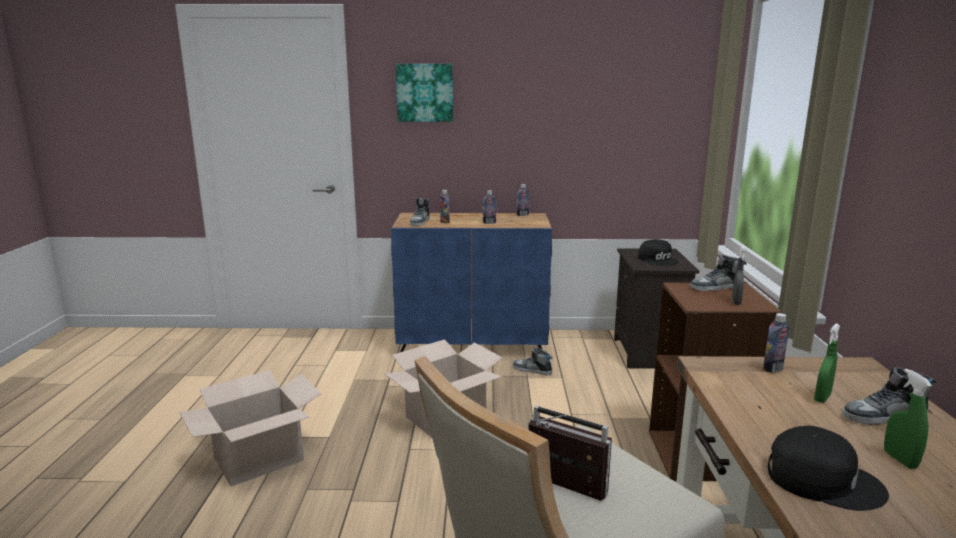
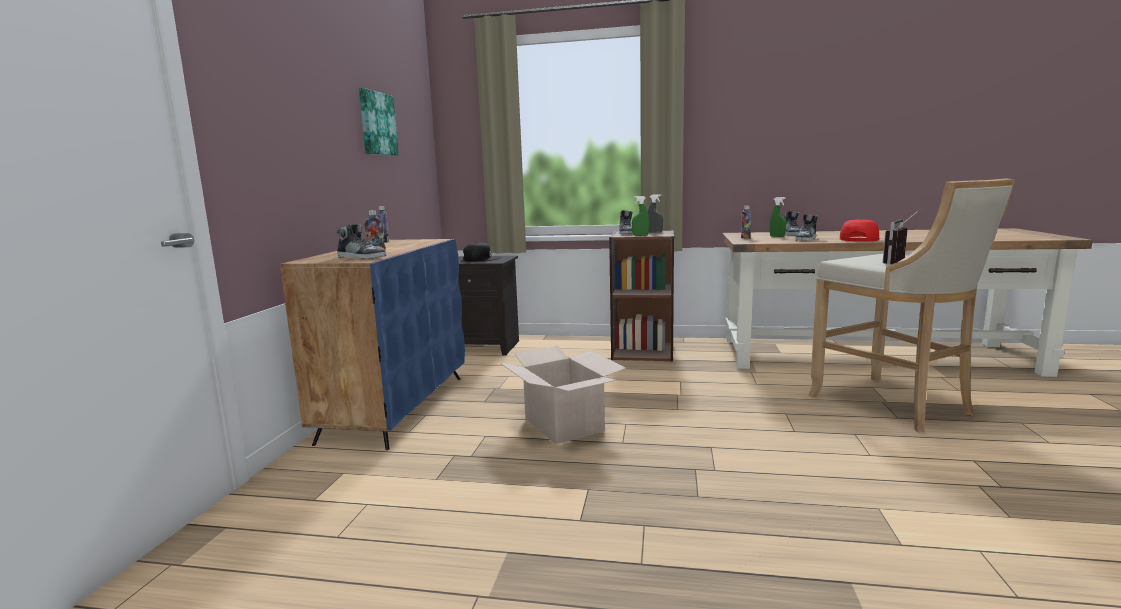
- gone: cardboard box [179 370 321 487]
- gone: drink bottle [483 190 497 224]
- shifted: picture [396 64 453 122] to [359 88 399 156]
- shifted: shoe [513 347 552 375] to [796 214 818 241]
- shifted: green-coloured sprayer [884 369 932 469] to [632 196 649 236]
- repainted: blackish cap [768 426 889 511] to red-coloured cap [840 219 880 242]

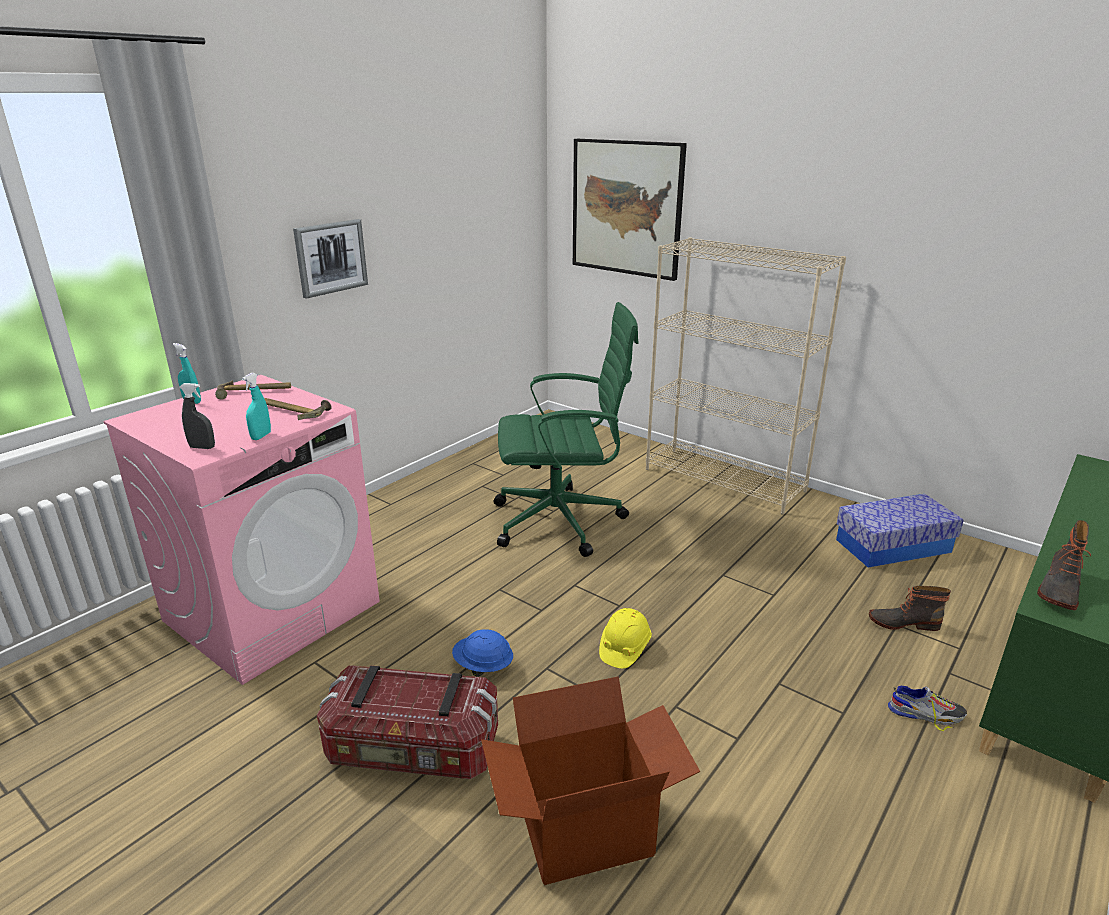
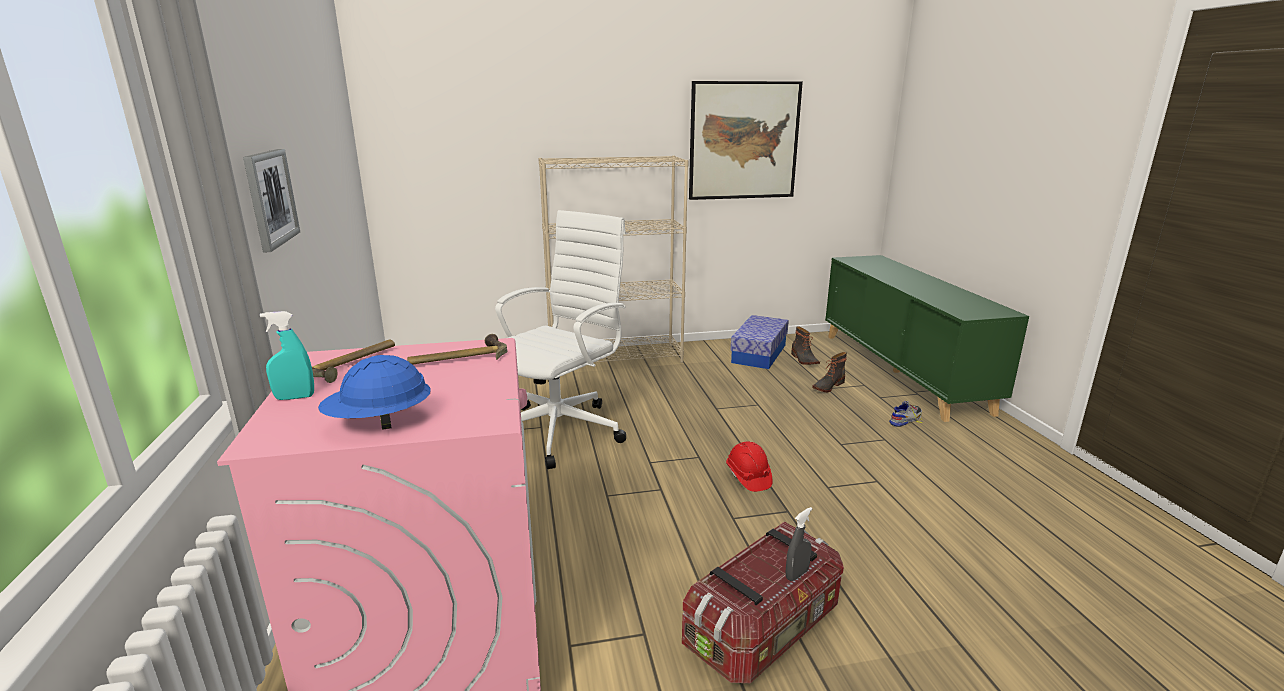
- gone: blue-green sprayer [242 373 271 440]
- gone: cardboard box [481 676 700 885]
- shifted: grey sprayer [180 383 215 449] to [786 507 812 581]
- shifted: bluish hard hat [452 629 513 677] to [318 355 431 430]
- shifted: picture [573 139 687 281] to [689 81 803 200]
- shifted: tall boot [1037 520 1091 610] to [791 327 820 365]
- repainted: green-coloured computer chair [494 302 639 557] to white computer chair [495 210 626 469]
- repainted: yellow hard hat [599 608 652 669] to red-coloured hard hat [726 441 773 492]

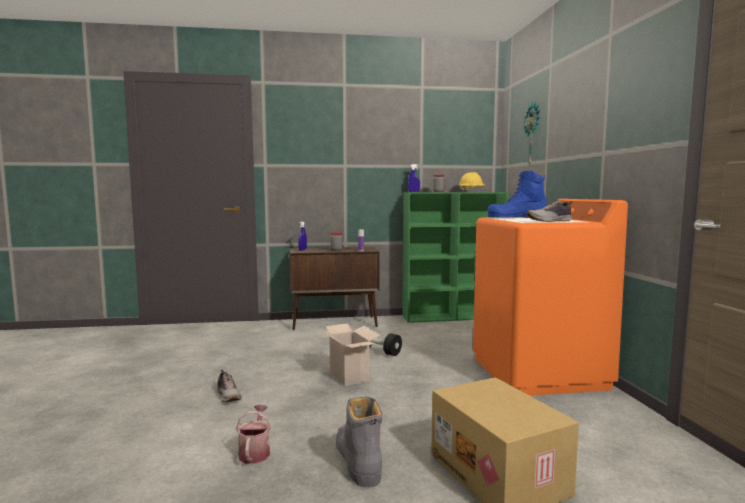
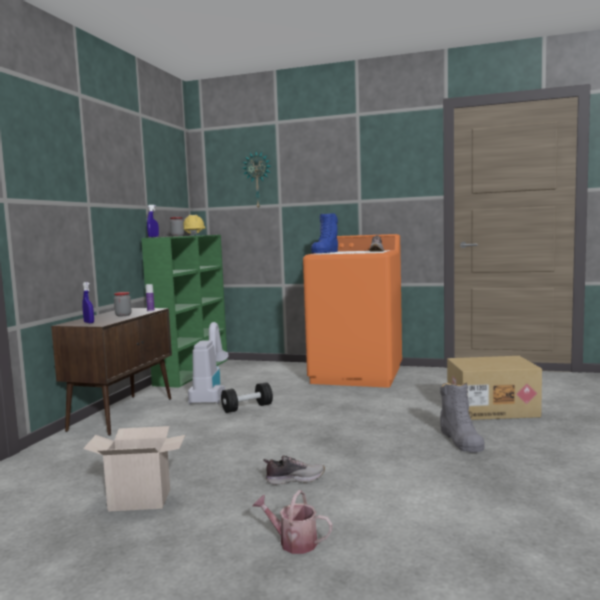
- new: vacuum cleaner [188 322 229 404]
- shifted: watering can [236 405 271 464] to [253 490 333 554]
- shifted: cardboard box [320 323 380 386] to [83 426 185 512]
- rotated: grey tall boot [336 397 382 487] = [440 383 485 453] 105 degrees counterclockwise

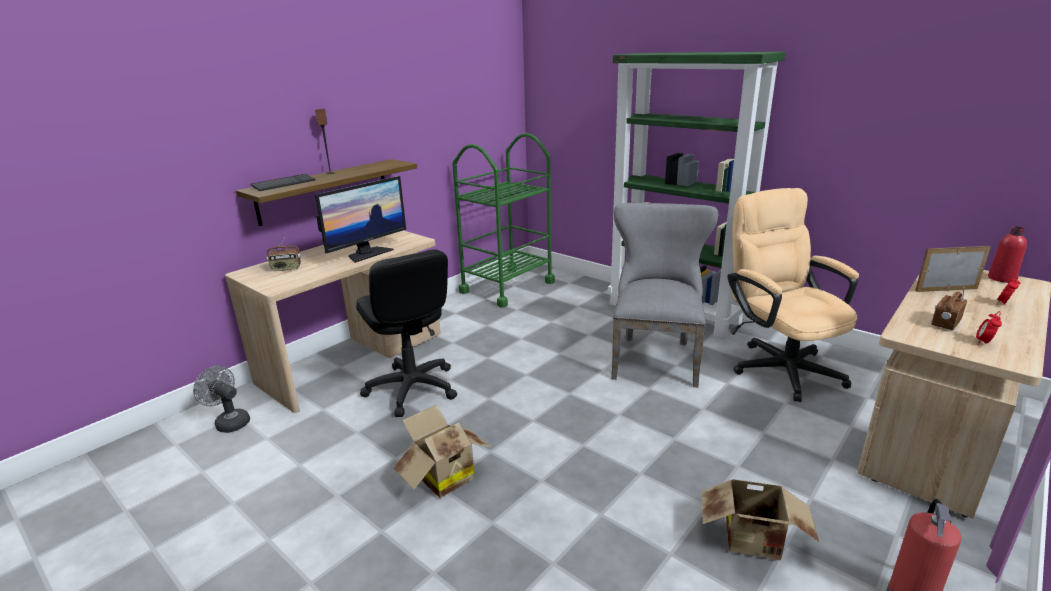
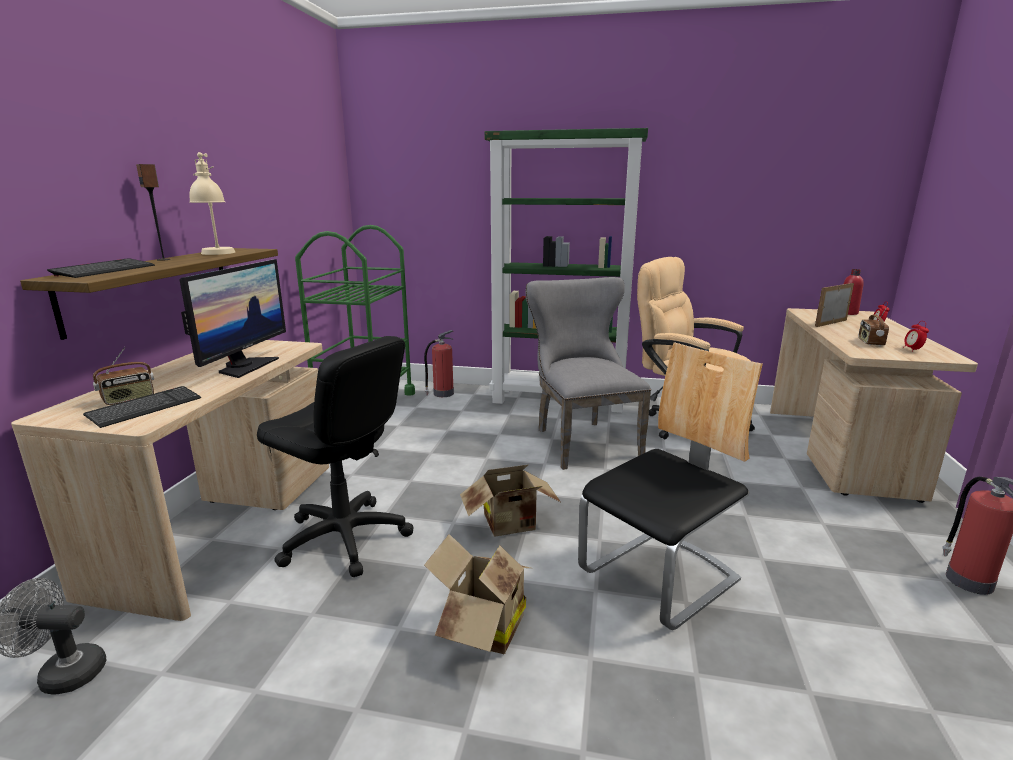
- new: keyboard [83 386 201 428]
- new: beige table lamp [189 152 235 255]
- new: fire-fighting cylinder [424 330 454 397]
- new: chair [578 342 763 630]
- shifted: cardboard box [701 479 819 560] to [460 465 560 536]

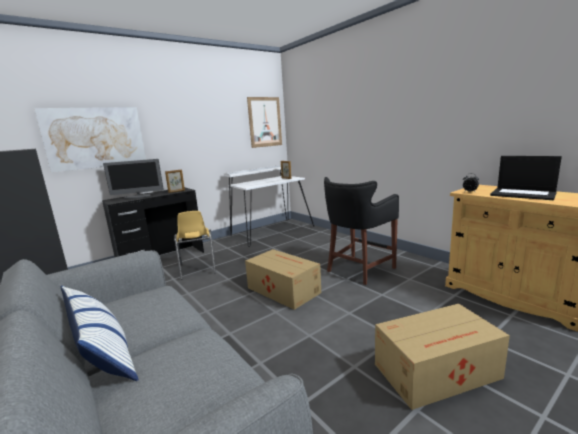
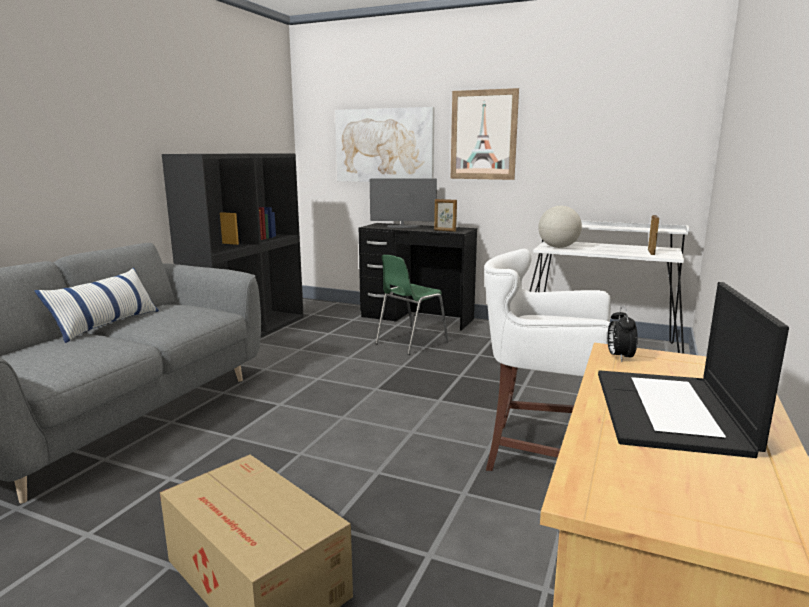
- gone: cardboard box [245 249 321 310]
- new: globe [538 206 582 248]
- shifted: picture [247 97 282 148] to [451 88 519 180]
- repainted: yellow chair [175 211 216 280] to green-coloured chair [375 255 449 355]
- repainted: blackish stool seat [324 177 399 285] to white stool seat [484 249 611 471]
- rotated: monitor [103 159 164 199] = [370 178 437 228] 135 degrees clockwise

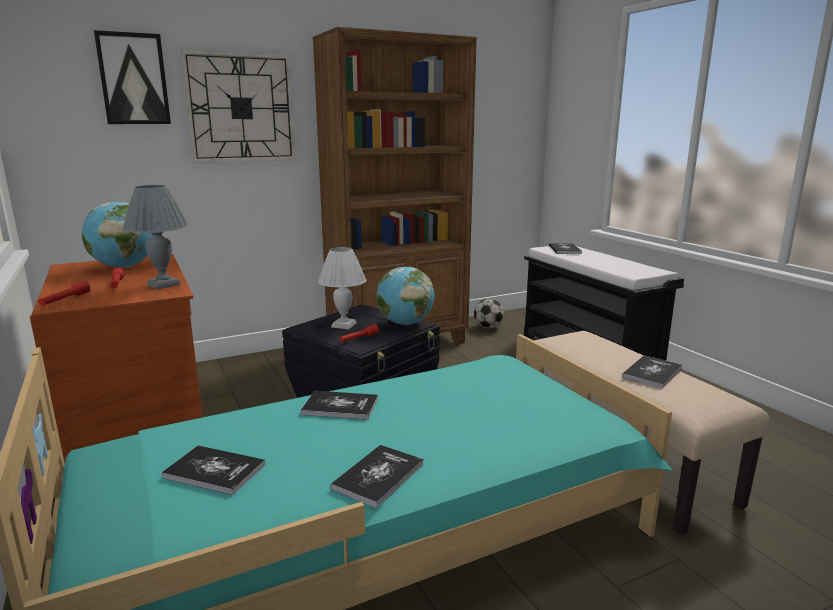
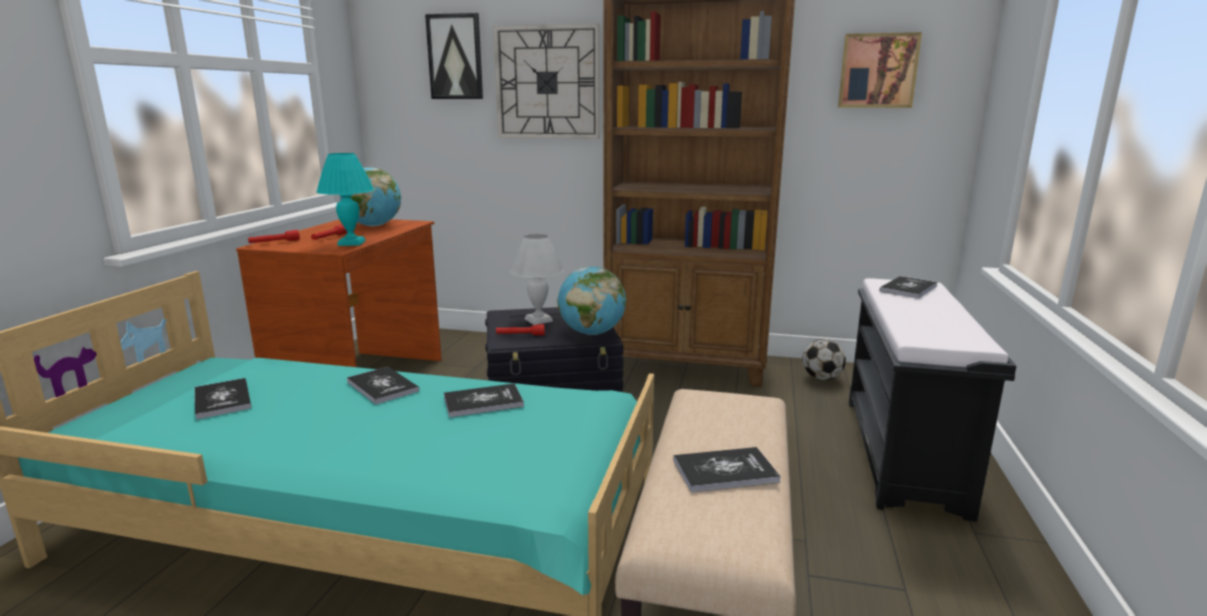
- new: picture [838 32 922 108]
- shifted: bound book [331 445 423 508] to [444 383 524 418]
- repainted: grey table lamp [122 185 188 289] to blue-green table lamp [316 153 374 246]

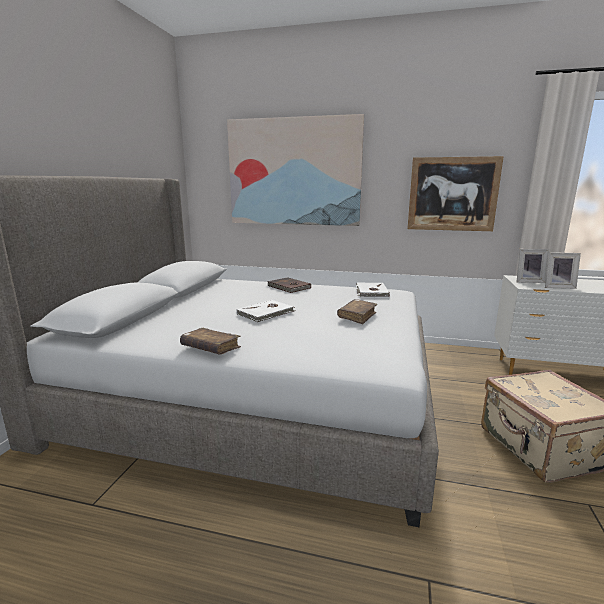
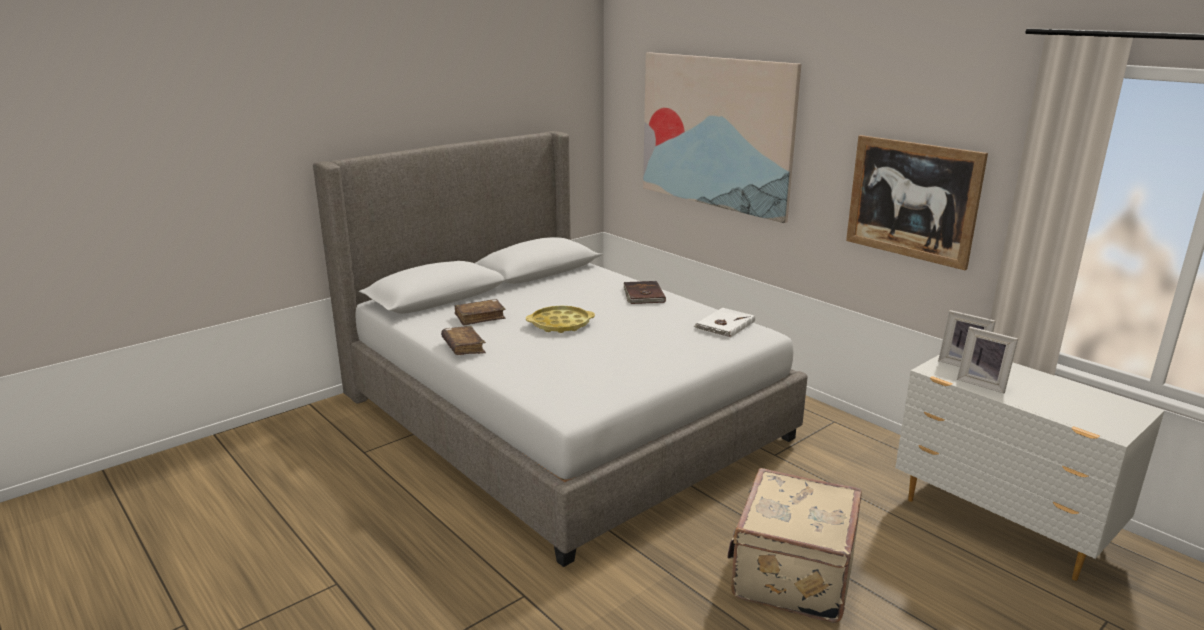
- shifted: brown bound book [337 299 377 324] to [455 299 506 326]
- swapped: white bound book [236 300 295 323] to yellow serving tray [526 306 595 333]

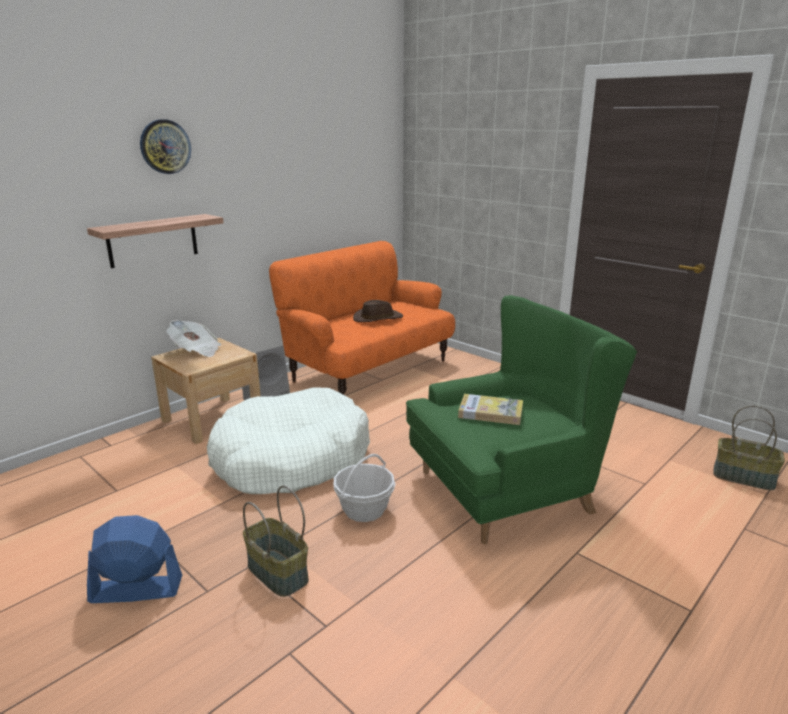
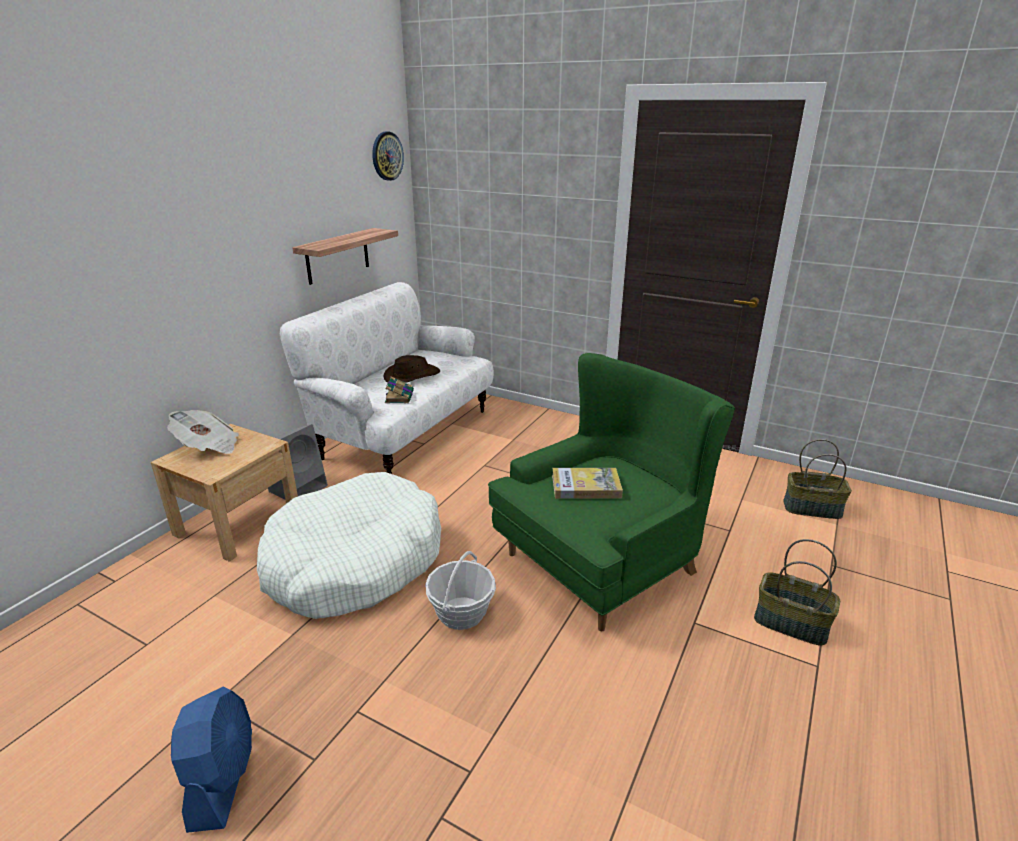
- new: bound book [385 377 414 403]
- shifted: wall shelf [87 214 224 268] to [292 228 398 285]
- shifted: clock on the wall [140 119 191 174] to [372 132 404 181]
- shifted: household basket [243 485 309 597] to [754 539 840 646]
- repainted: orangey couch [269 241 455 395] to white couch [280 282 494 474]
- rotated: bluish electric fan [87 515 182 603] = [171 687 252 833] 105 degrees clockwise

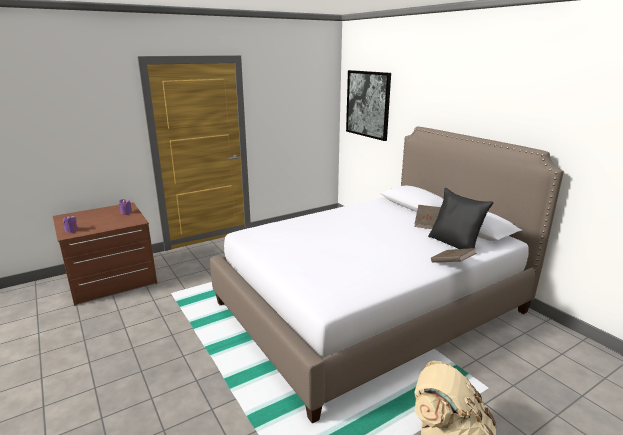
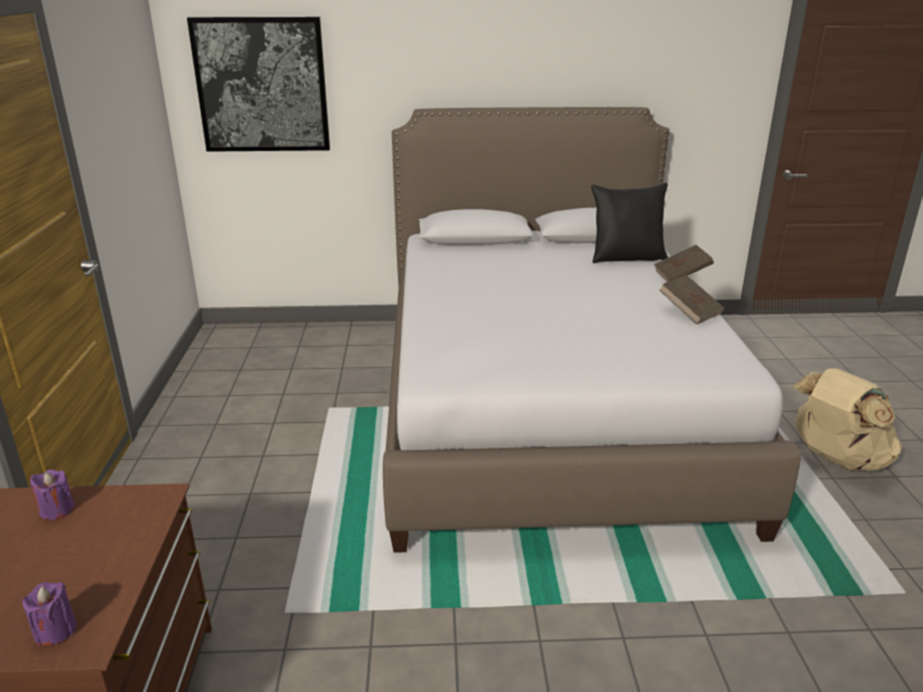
- shifted: brown bound book [414 205 441 229] to [659 275 724 324]

